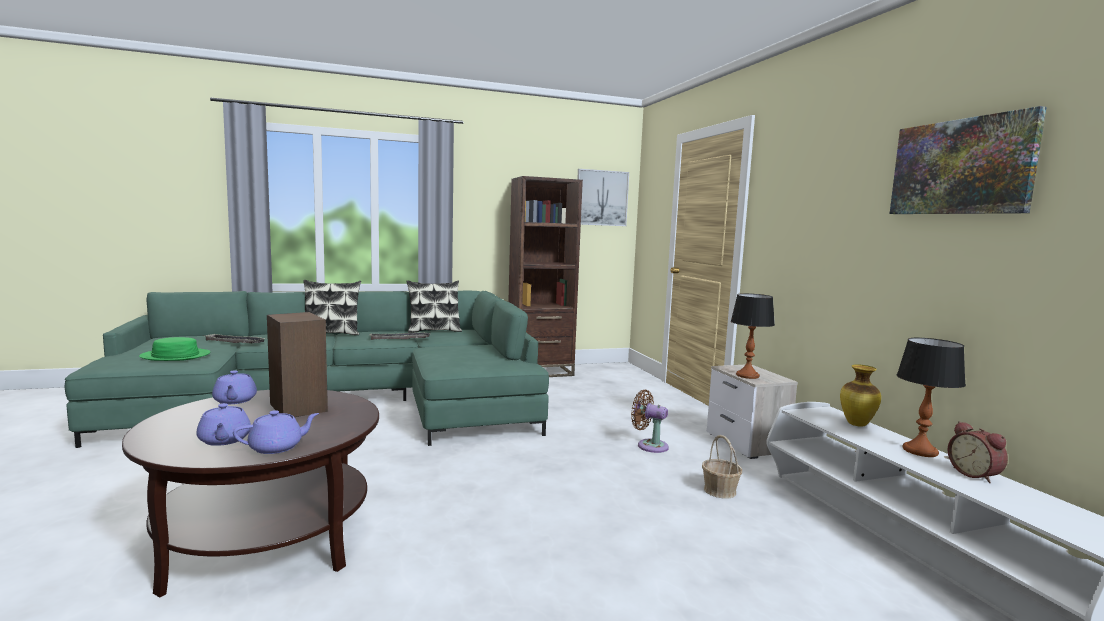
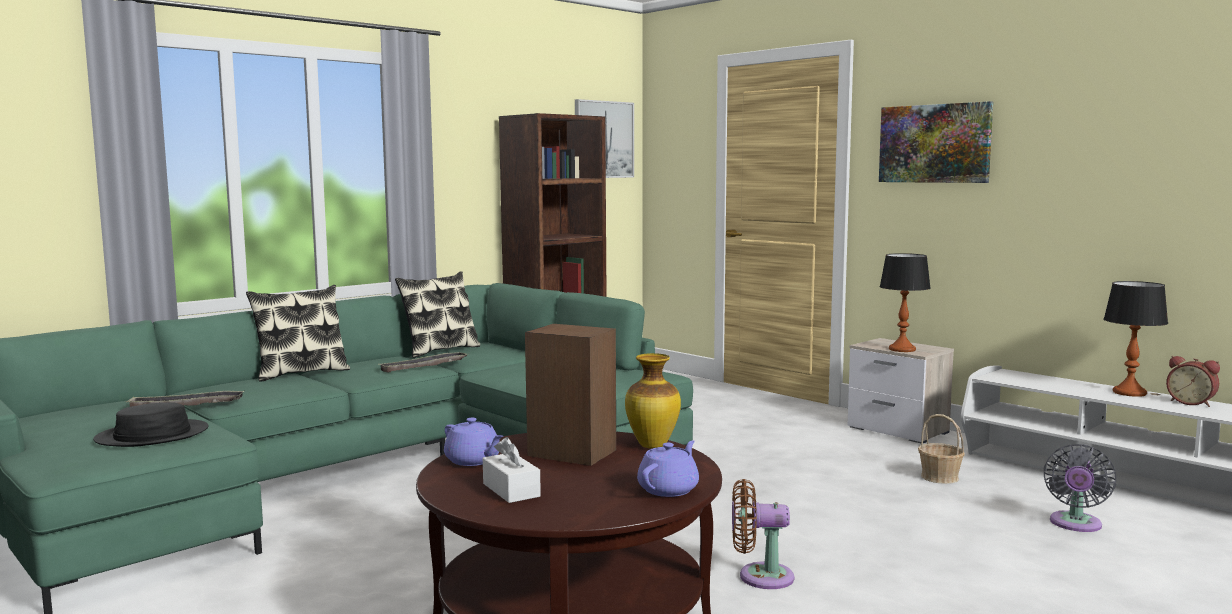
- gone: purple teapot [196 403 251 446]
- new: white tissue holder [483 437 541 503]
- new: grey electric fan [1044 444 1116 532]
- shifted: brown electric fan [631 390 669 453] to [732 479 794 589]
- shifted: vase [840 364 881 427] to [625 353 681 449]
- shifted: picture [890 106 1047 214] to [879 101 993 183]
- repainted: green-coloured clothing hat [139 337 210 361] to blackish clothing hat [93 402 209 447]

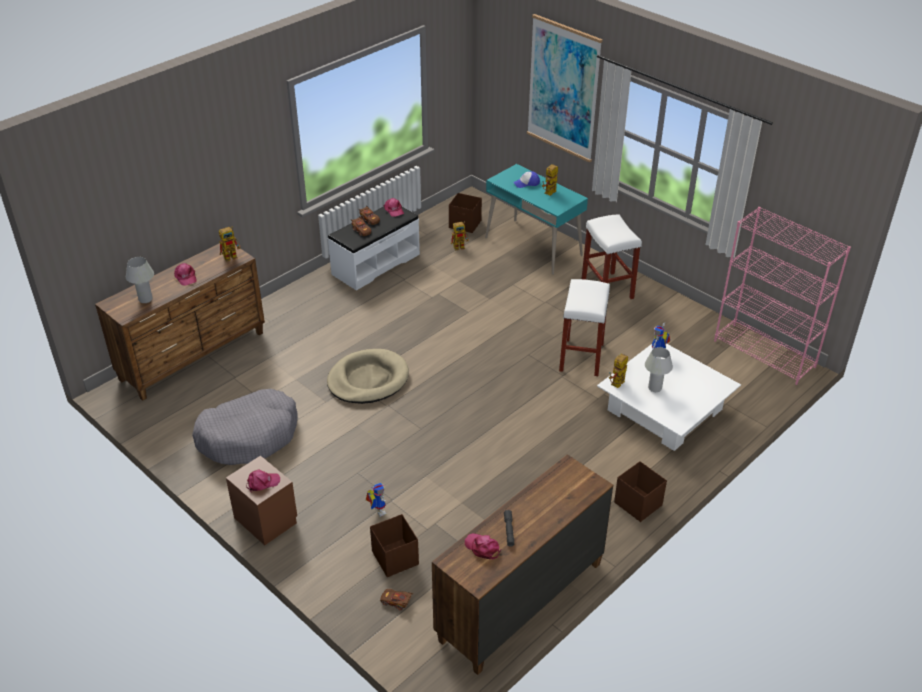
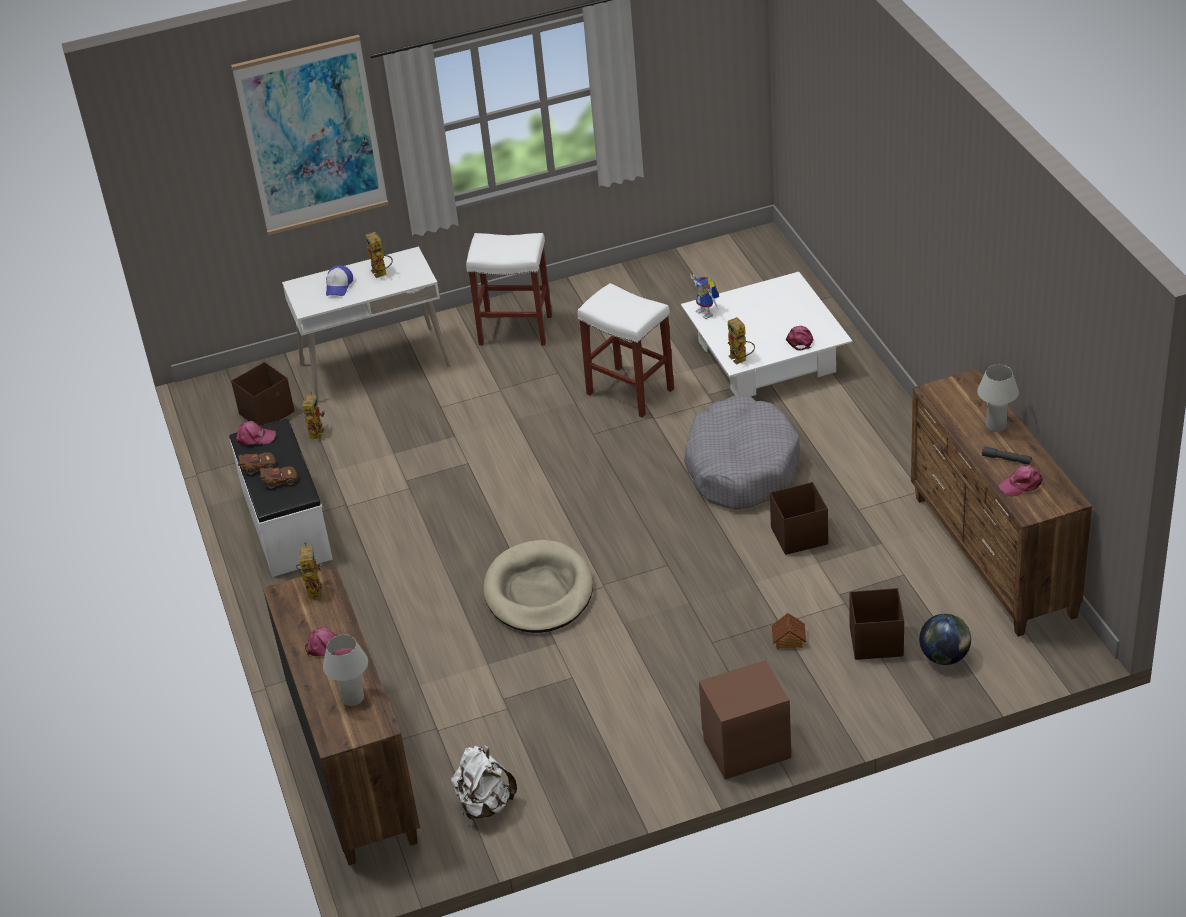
- gone: pink shelving unit [714 207 851 385]
- new: white knapsack [451 746 517 820]
- shifted: grey dog cushion [192 389 298 465] to [684 396 800 510]
- shifted: pink cap [246 469 280 492] to [786 326 813 351]
- shifted: brown storage bin [614 461 667 522] to [770 482 828 555]
- shifted: white table lamp [645 347 673 392] to [977 365 1019 432]
- swapped: robot figure [366 483 386 517] to miniature house [772 613 806 649]
- swapped: brown toy car [380 589 413 611] to globe [919 614 971 665]
- repainted: blue-green desk unit [485 164 588 275] to white desk unit [282 247 450 402]

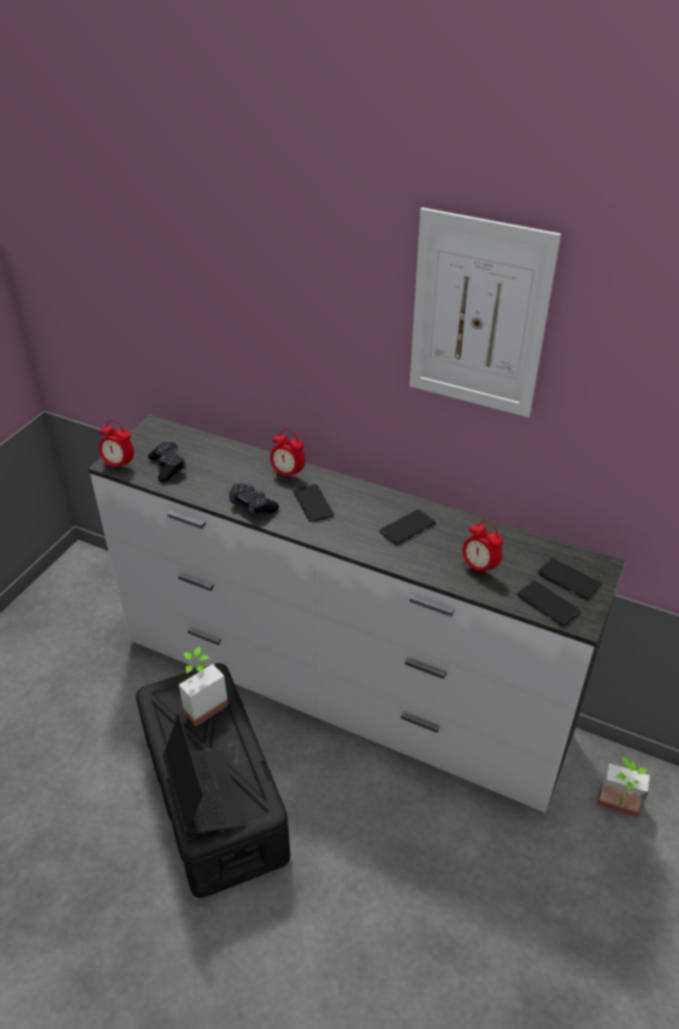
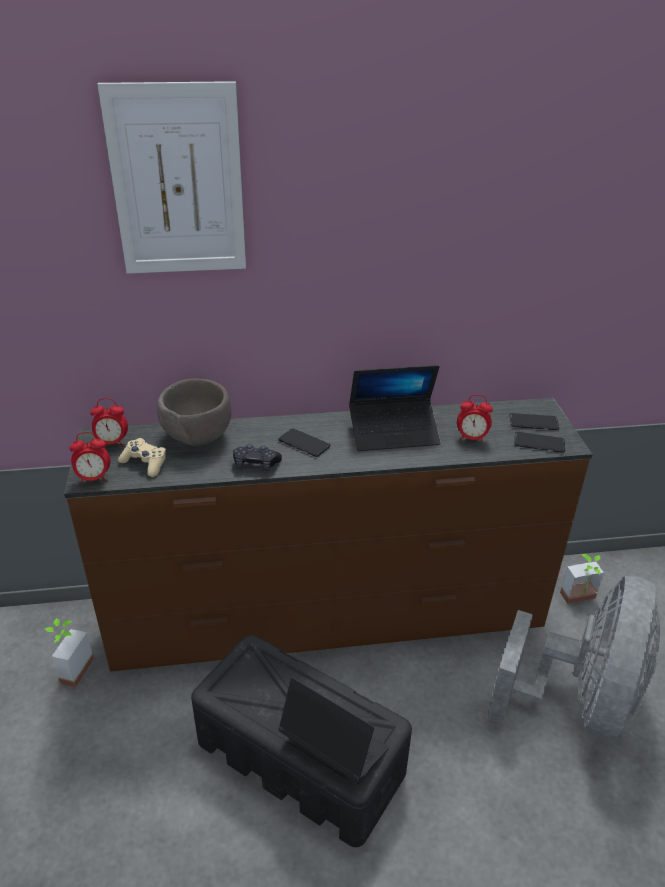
- new: brown serving bowl [157 378 231 446]
- new: grey electric fan [488 576 660 739]
- shifted: potted plant [179 647 228 727] to [44 618 94 687]
- shifted: bedside clock [270 429 305 482] to [90 398 128 447]
- shifted: picture [409 207 561 417] to [97 81 246 274]
- swapped: phone [380 509 436 545] to notebook computer [349 365 441 451]
- repainted: white drawer chest [88 415 626 813] to brown drawer chest [64 398 593 672]
- repainted: blackish joypad [148 442 185 482] to beige joypad [118 438 167 477]

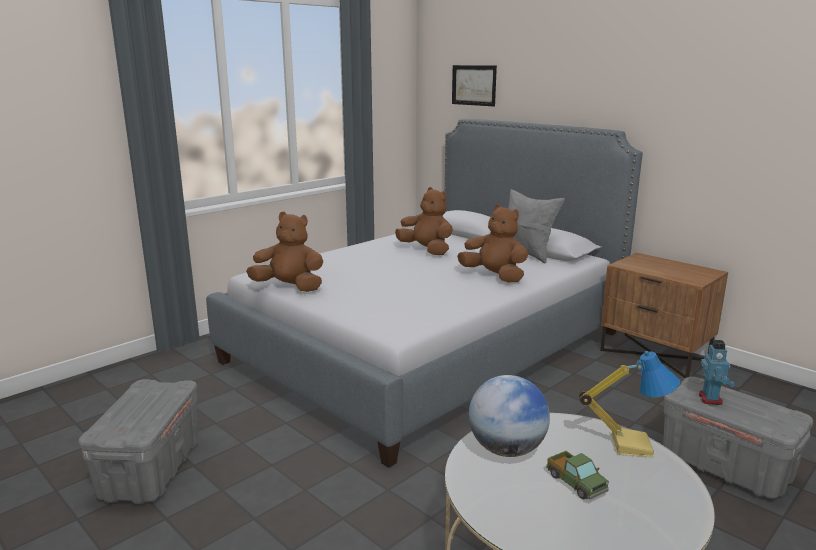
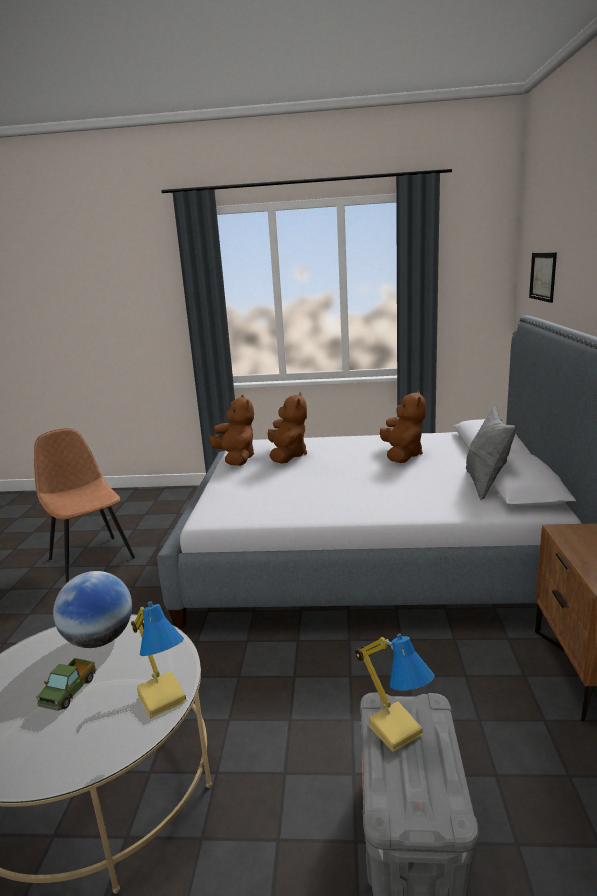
- shifted: brown plush toy [457 204 528 282] to [268 393 307 464]
- swapped: grey storage bin [78 379 198 504] to brown chair [34 428 135 583]
- swapped: robot figure [699 340 735 405] to table lamp [355 633 435 752]

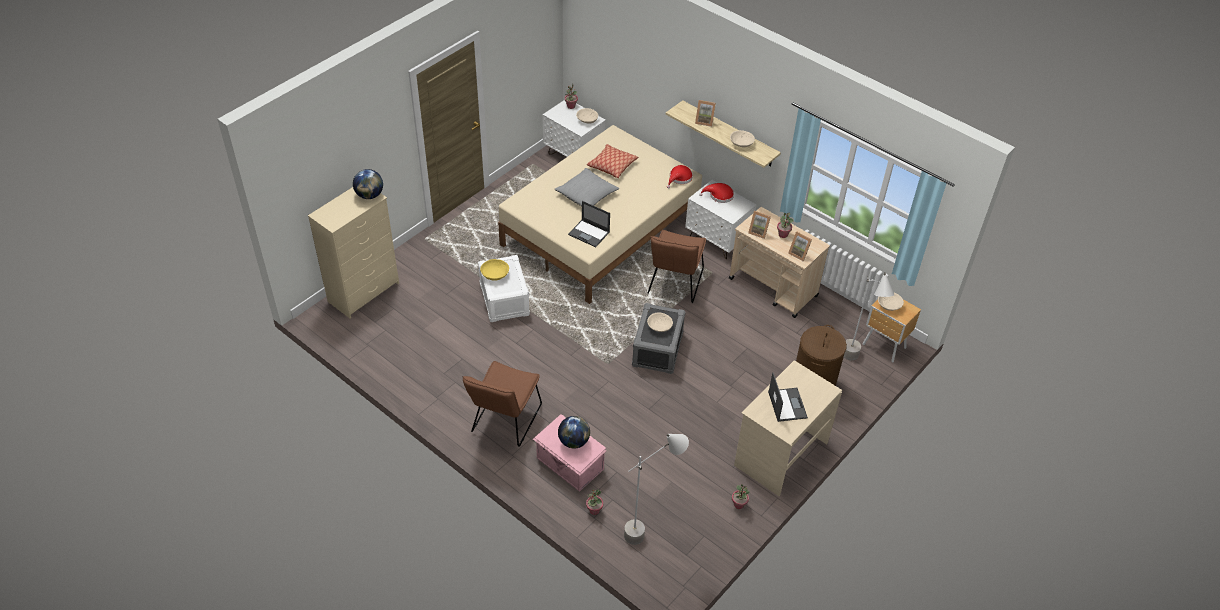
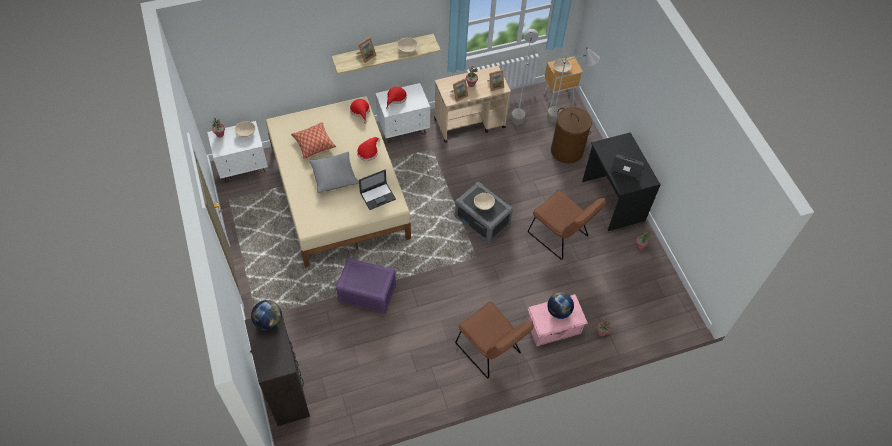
- gone: yellow serving bowl [480 259 509 281]
- new: red-coloured clothing hat [357 137 380 161]
- shifted: grey standing lamp [624 434 689 545] to [511 29 539 125]
- shifted: brown chair [647 230 706 303] to [528 190 606 260]
- repainted: beige drawer chest [308 187 399 319] to blackish drawer chest [245 315 310 426]
- repainted: white storage bin [478 255 530 322] to purple storage bin [336 258 396 314]
- repainted: beige desk unit [734 360 842 496] to blackish desk unit [582 132 661 231]

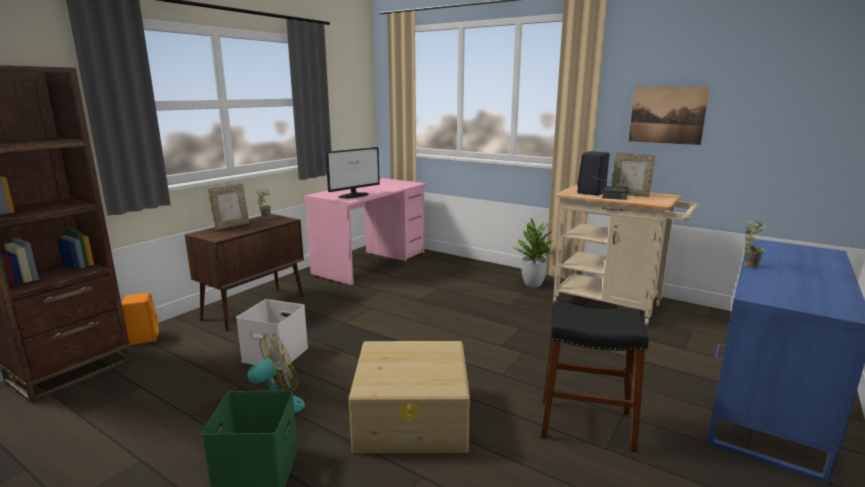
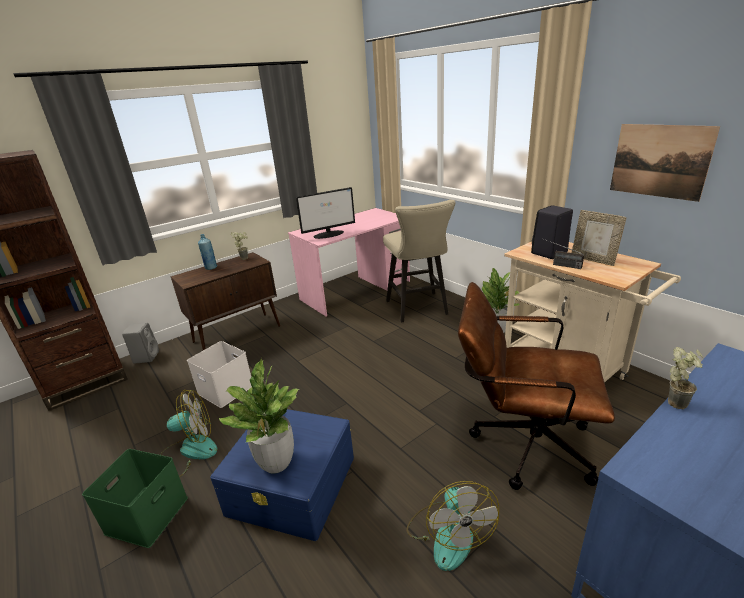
- new: potted plant [219 359 299 474]
- new: beige stool seat [383 200 456 322]
- new: brown computer chair [458 282 615 490]
- swapped: photo frame [208 184 249 230] to bluish drink bottle [198 234 217 270]
- swapped: blackish stool seat [541 302 649 452] to electric fan [406 481 499 571]
- repainted: orangey loudspeaker [121 293 159 345] to grey loudspeaker [122 323 159 364]
- repainted: beige storage bin [349 341 470 453] to bluish storage bin [210 409 354 541]

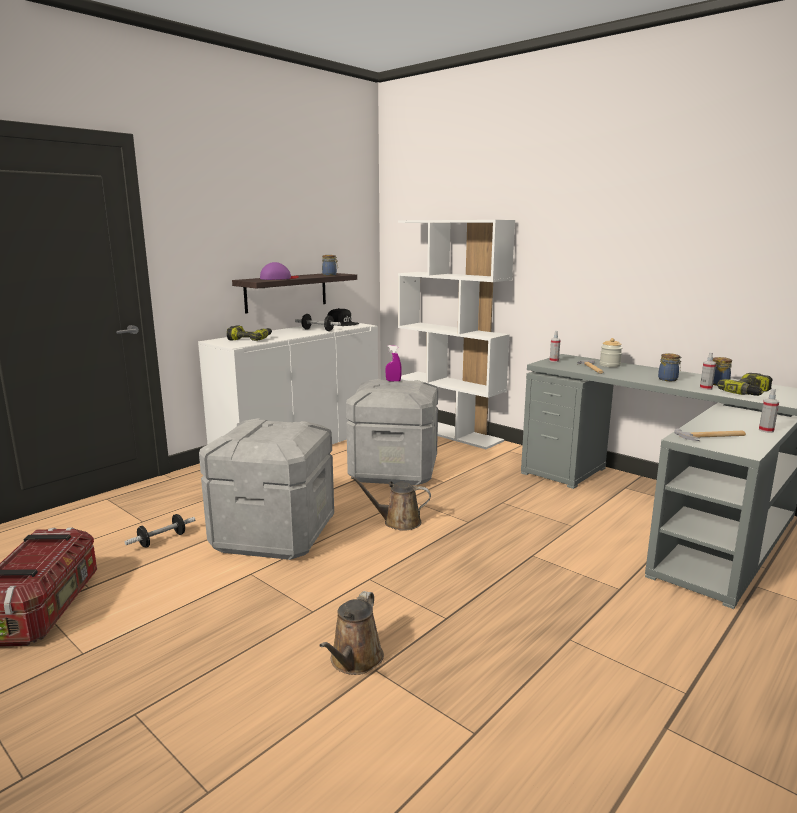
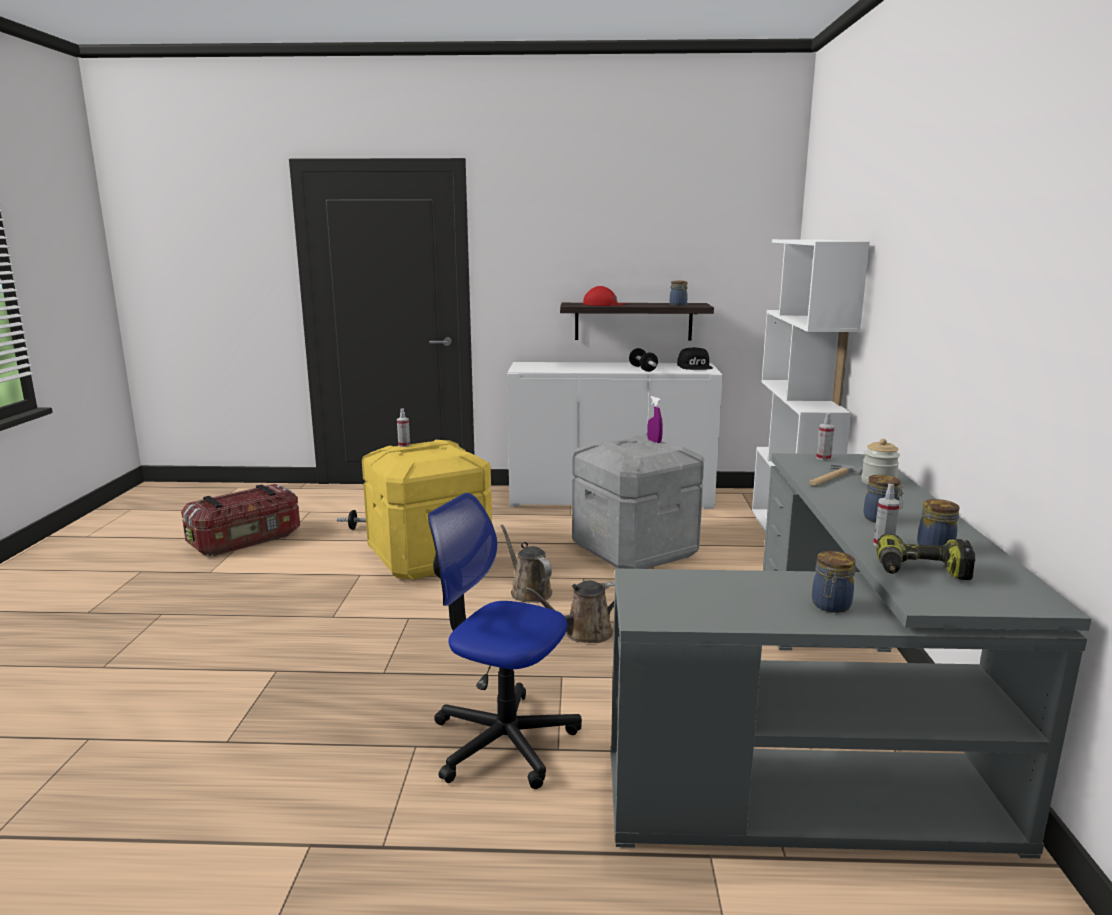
- gone: drill [227 326 272 341]
- gone: hand hammer [674 428 746 441]
- new: computer chair [428 493 582 789]
- new: jar [812 551 856 613]
- shifted: brown watering can [319 591 384 675] to [525 581 615 643]
- shifted: sprayer [759 389 779 433] to [397 408 410 447]
- repainted: grey storage bin [199 418 334 560] to yellow storage bin [362 440 492 580]
- repainted: purple cap [260 262 299 280] to red-coloured cap [583 286 627 306]

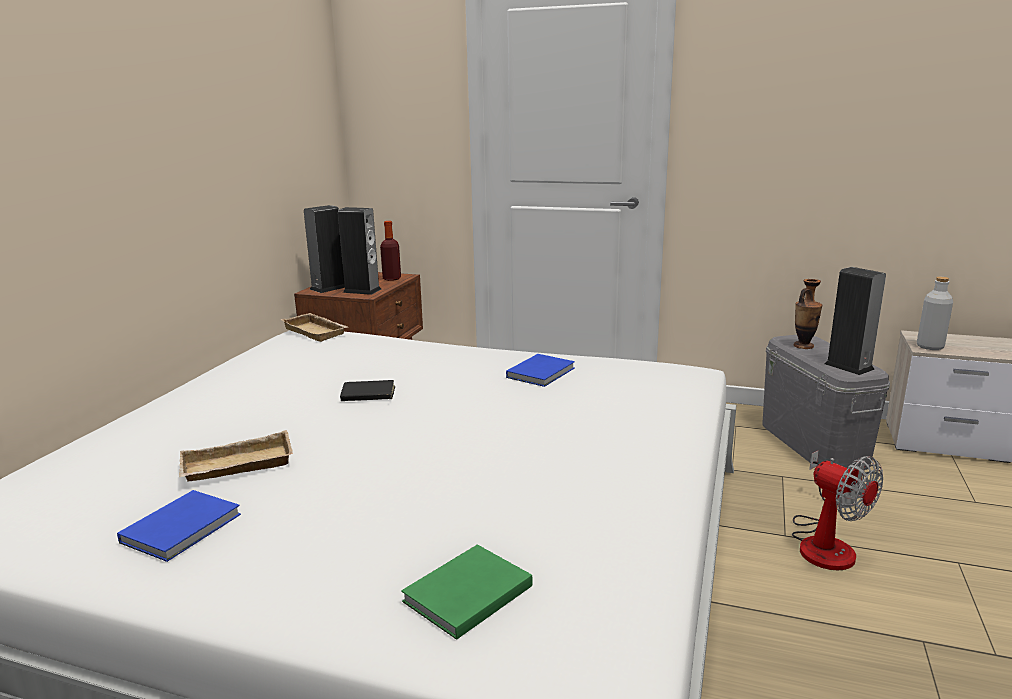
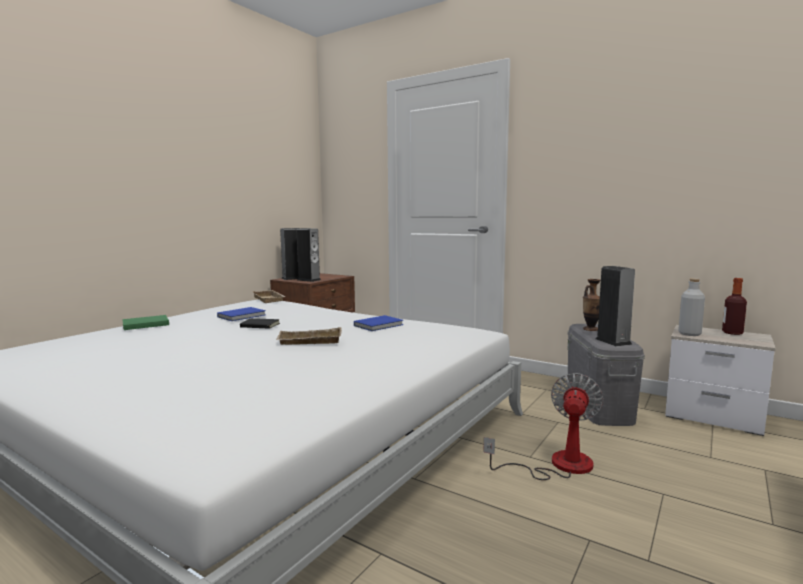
- shifted: bluish bound book [117 490 241 562] to [217 307 266 321]
- shifted: beige serving tray [179 430 293 482] to [276 327 342 345]
- shifted: drink bottle [380 221 401 281] to [722 278 747 335]
- shifted: green-coloured bound book [401 544 533 640] to [122 315 169 330]
- rotated: electric fan [792 450 883 570] = [484 373 604 480] 135 degrees counterclockwise

